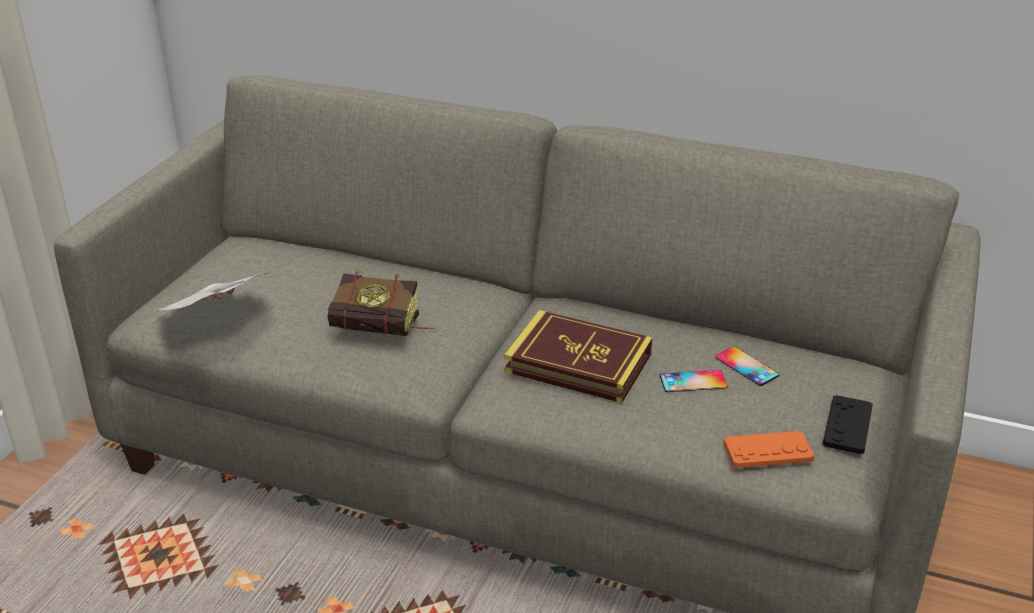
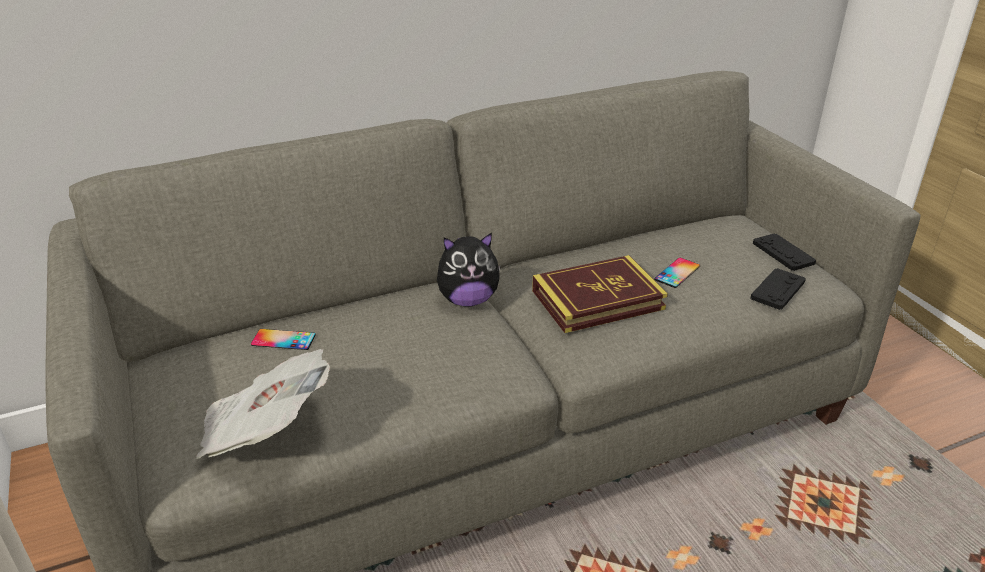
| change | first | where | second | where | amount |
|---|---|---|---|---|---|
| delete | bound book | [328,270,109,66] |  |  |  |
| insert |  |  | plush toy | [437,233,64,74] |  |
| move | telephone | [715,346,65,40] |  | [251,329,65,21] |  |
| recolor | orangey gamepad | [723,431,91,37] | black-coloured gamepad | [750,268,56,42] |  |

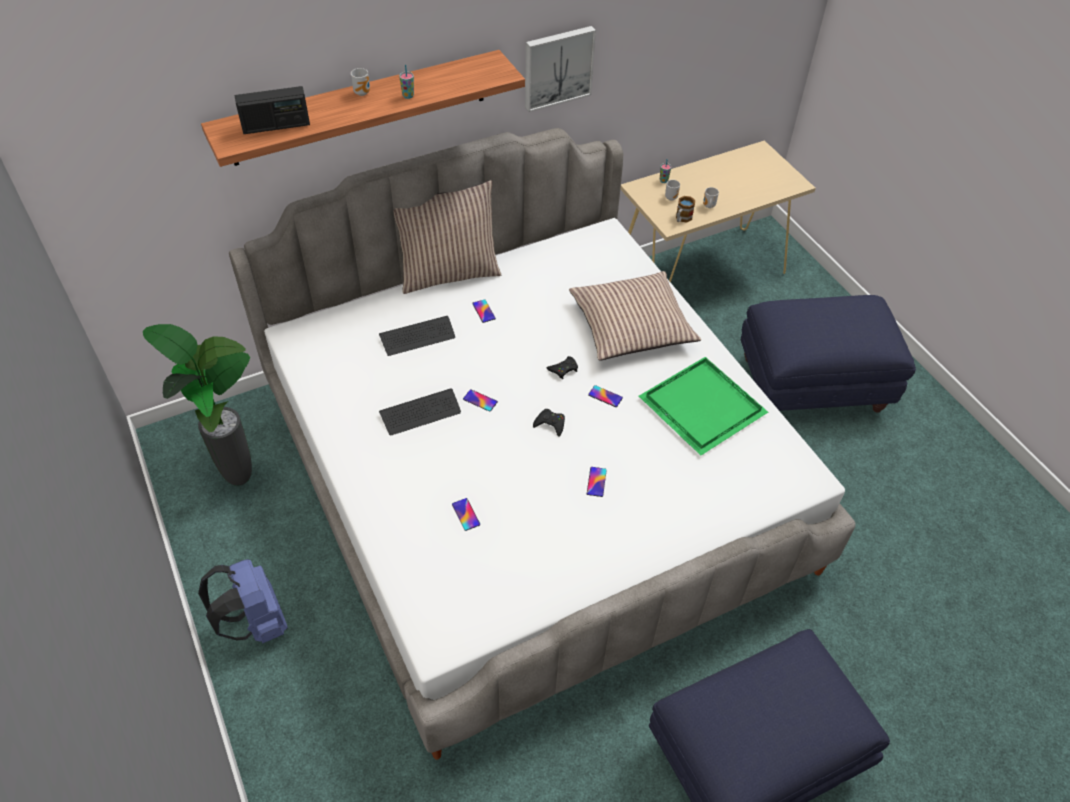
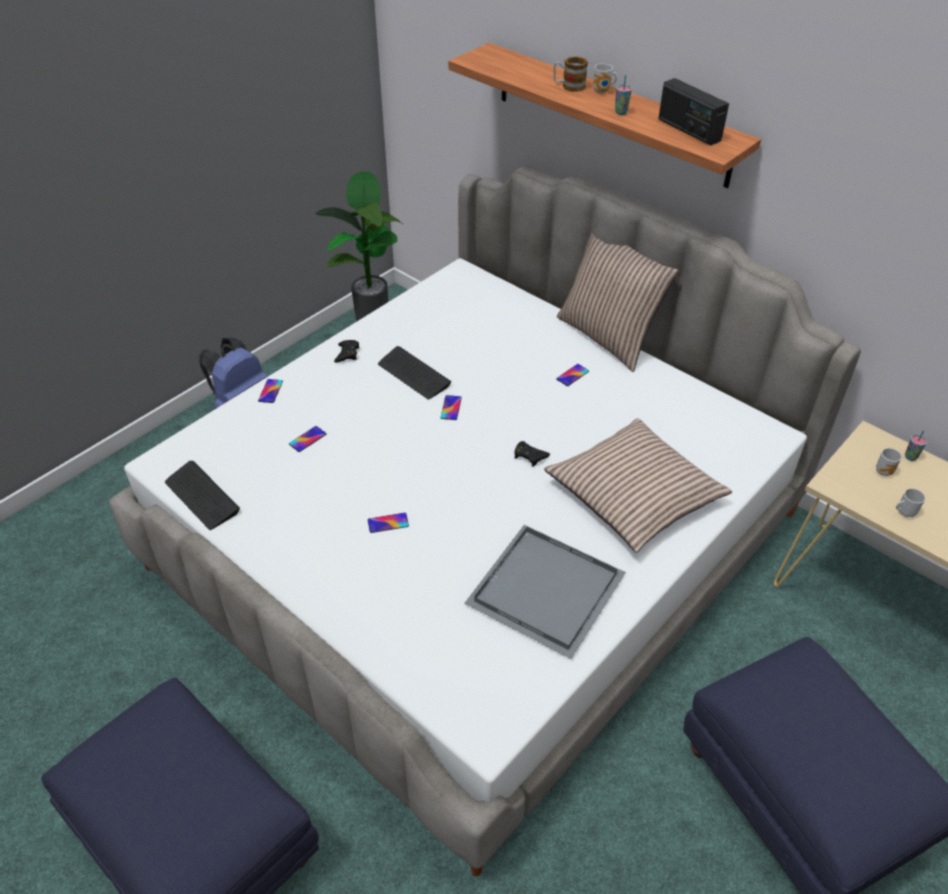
| change | first | where | second | where | amount |
|---|---|---|---|---|---|
| delete | wall picture | [525,26,71,86] |  |  |  |
| move | radio receiver | [235,86,75,48] |  | [658,78,71,68] |  |
| move | PC keyboard | [379,316,76,40] |  | [165,461,75,69] |  |
| move | black-coloured gamepad | [533,409,32,28] |  | [334,340,26,22] |  |
| move | telephone | [588,385,35,22] |  | [258,379,25,24] |  |
| move | mug | [676,196,19,26] |  | [554,57,34,35] |  |
| recolor | green-coloured serving tray | [639,357,129,99] | gray serving tray | [464,525,162,134] |  |

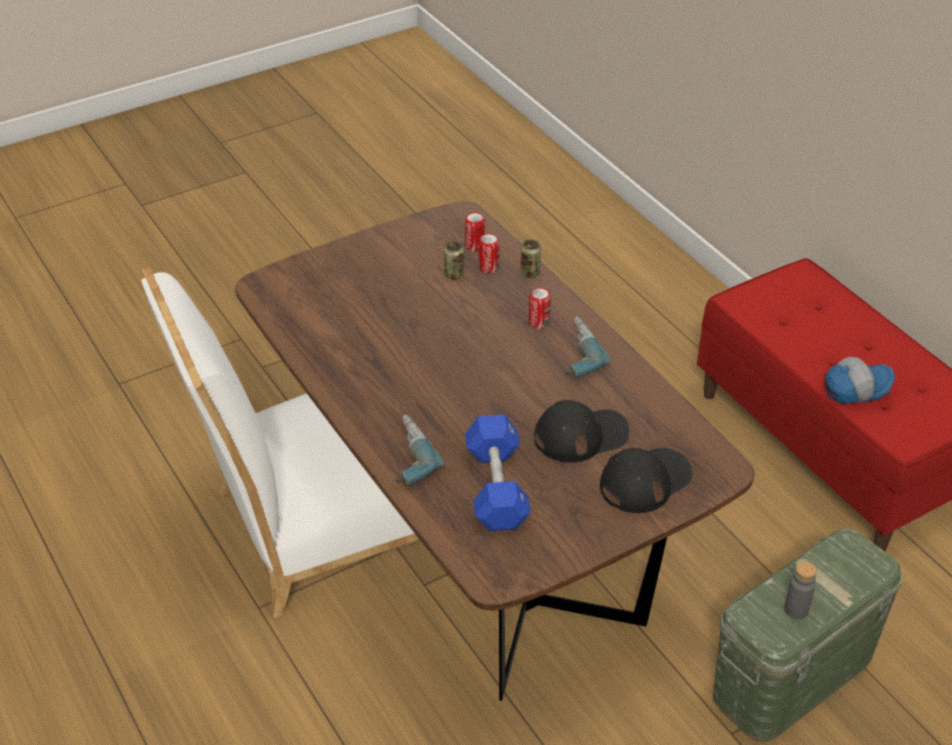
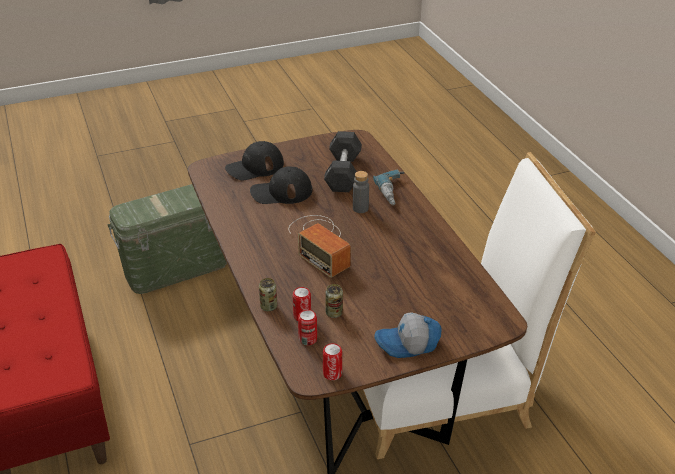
| change | first | where | second | where | amount |
|---|---|---|---|---|---|
| delete | electric drill | [564,317,46,60] |  |  |  |
| insert |  |  | radio receiver | [288,215,63,63] |  |
| move | can | [529,288,22,41] |  | [323,343,19,37] |  |
| move | gray drink bottle | [784,561,33,58] |  | [353,171,16,42] |  |
| move | baseball cap | [825,357,70,47] |  | [374,312,68,46] |  |
| recolor | bluish dumbbell | [465,415,66,116] | black-coloured dumbbell | [324,131,38,61] |  |

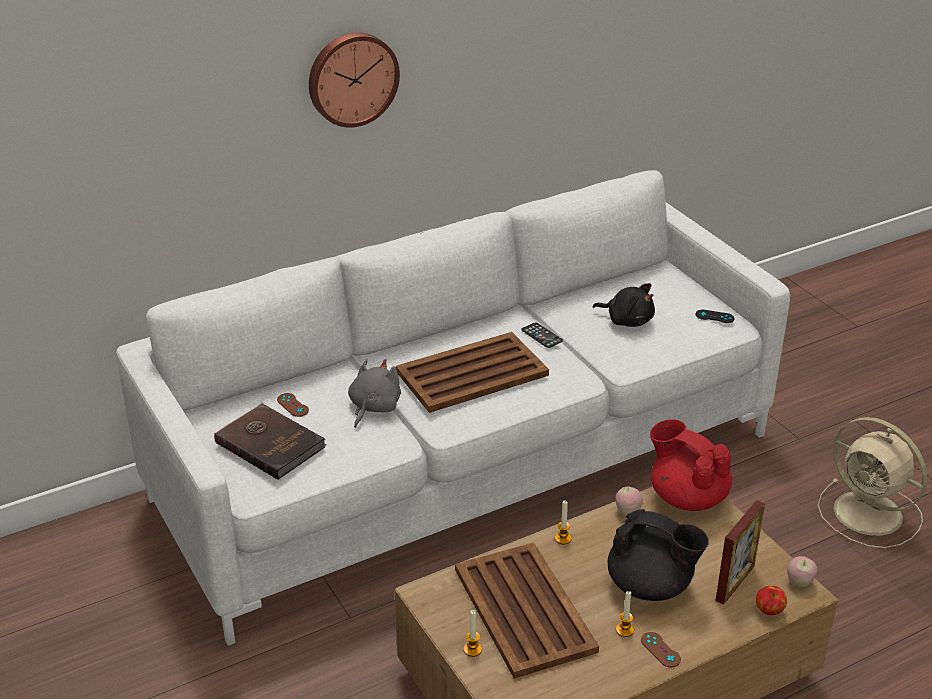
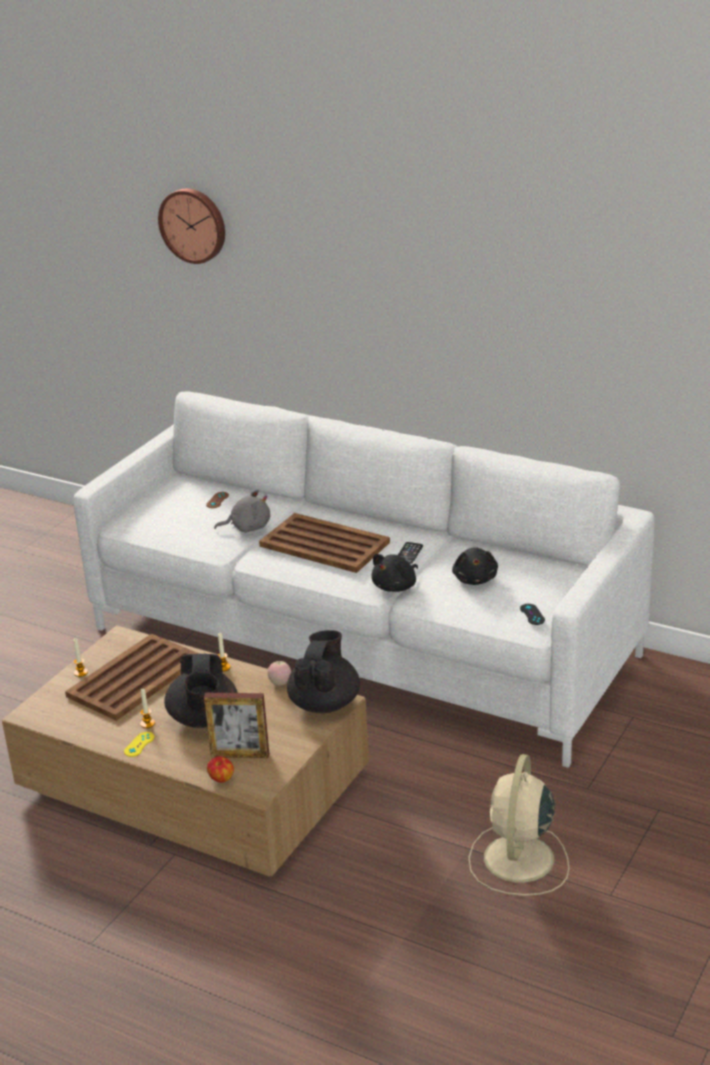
| change | first | where | second | where | amount |
|---|---|---|---|---|---|
| delete | brown bound book | [214,403,112,77] |  |  |  |
| delete | whole apple | [787,556,30,31] |  |  |  |
| insert |  |  | black-coloured plush toy | [371,554,47,38] |  |
| move | clock on the wall | [309,32,91,96] |  | [158,188,67,76] |  |
| recolor | brown gamepad | [641,632,40,35] | yellow gamepad | [124,732,30,25] |  |
| recolor | red tea pot | [650,419,82,92] | black-coloured tea pot | [287,630,73,83] |  |

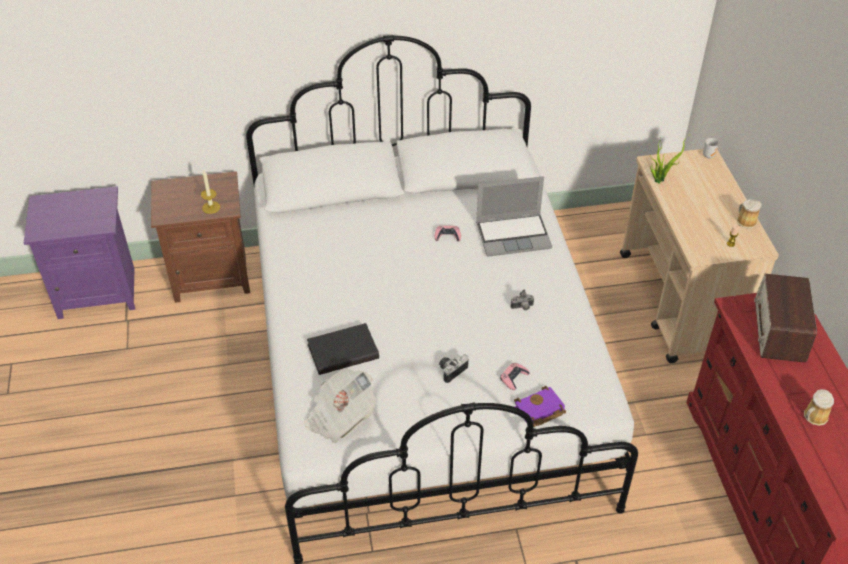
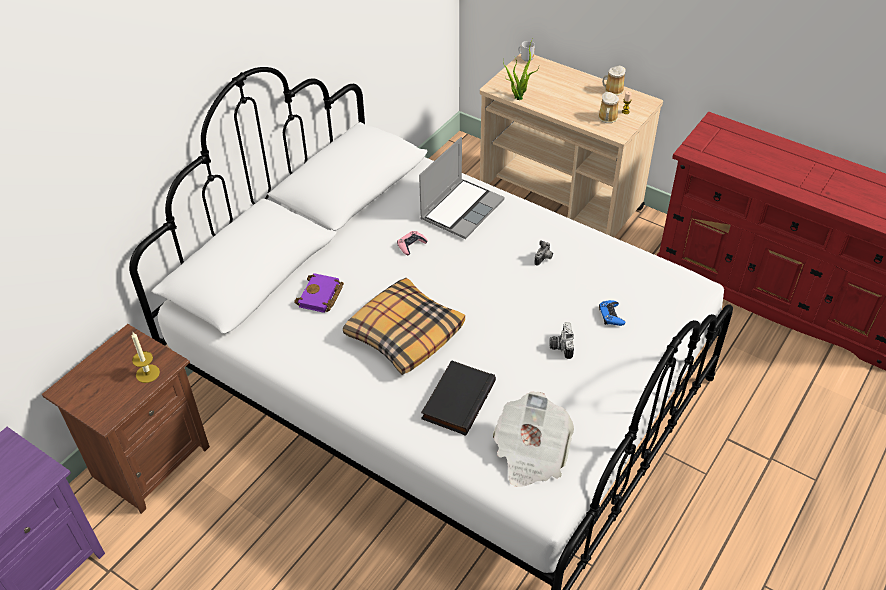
| change | first | where | second | where | amount |
|---|---|---|---|---|---|
| delete | radio receiver | [754,274,63,89] |  |  |  |
| insert |  |  | throw pillow | [343,278,122,97] |  |
| move | purplish bound book | [514,386,52,41] |  | [294,273,50,40] |  |
| move | mug | [804,389,30,37] |  | [598,92,21,31] |  |
| recolor | pinkish gamepad | [500,363,29,27] | bluish gamepad | [599,300,27,26] |  |

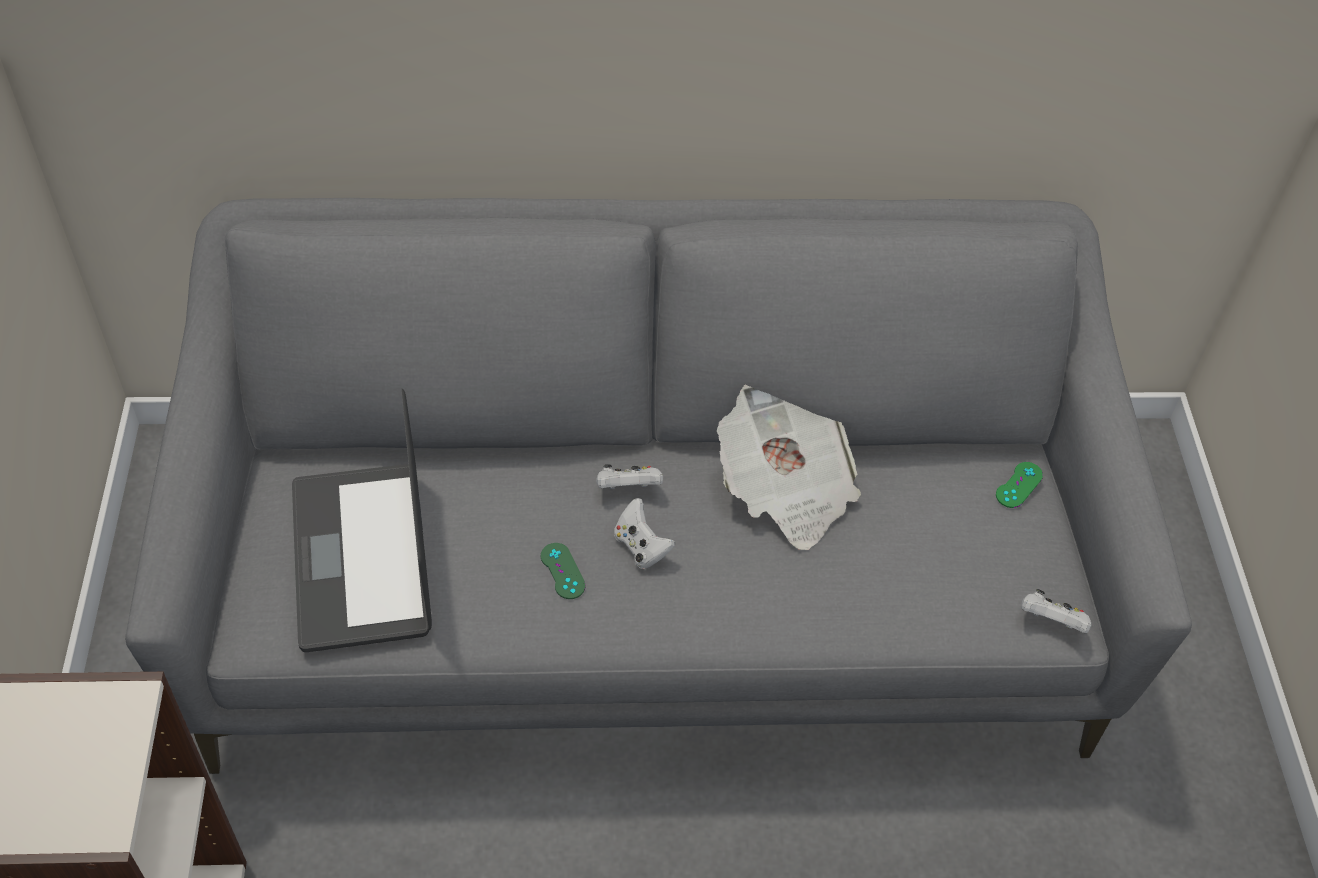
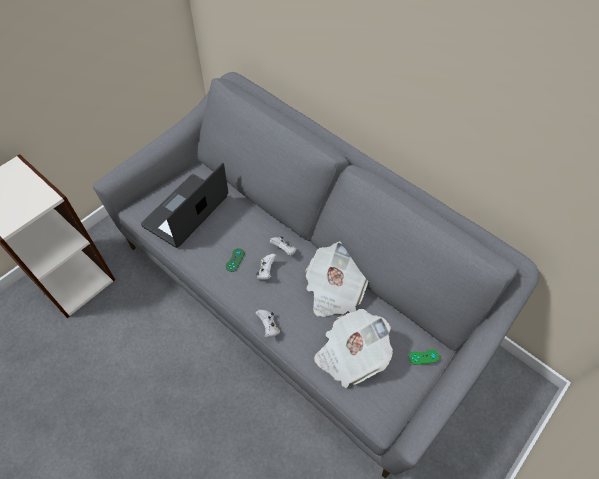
| change | first | where | second | where | amount |
|---|---|---|---|---|---|
| insert |  |  | daily paper | [314,309,79,79] |  |
| move | white gamepad | [1022,589,69,44] |  | [256,310,24,28] |  |

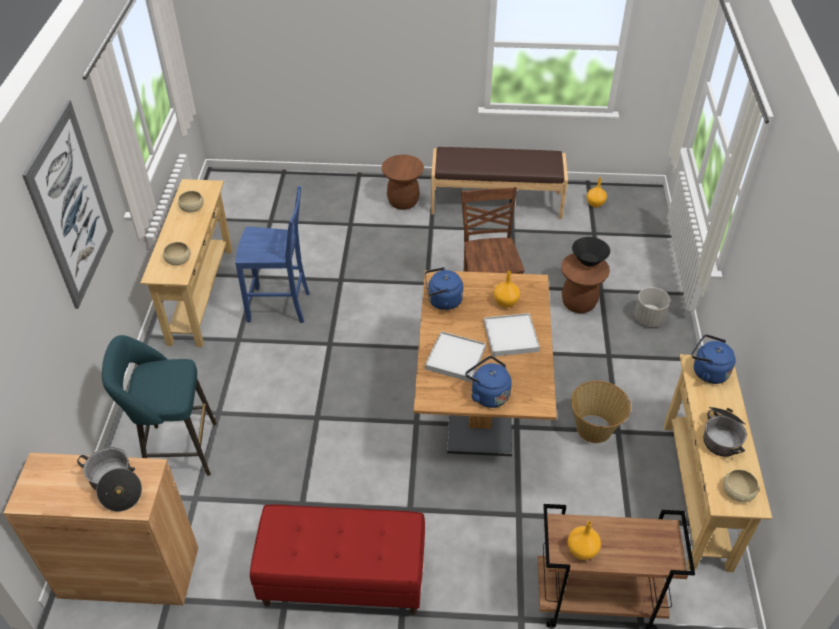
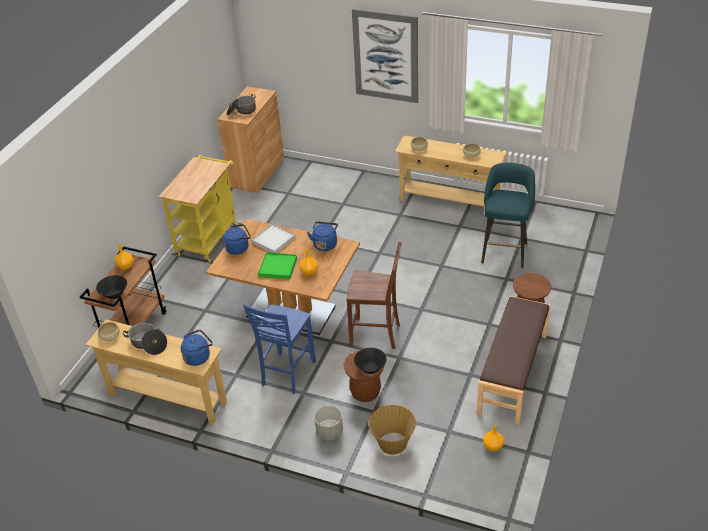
| change | first | where | second | where | amount |
|---|---|---|---|---|---|
| insert |  |  | black-coloured deep dish | [96,275,31,24] |  |
| move | turquoise stool seat | [102,335,115,141] |  | [481,163,54,105] |  |
| move | bluish plain chair | [235,186,75,137] |  | [243,304,73,90] |  |
| move | storage basket | [571,381,60,62] |  | [369,405,47,50] |  |
| replace | red long seat | [250,505,175,110] | yellow trolley | [159,155,79,108] |  |
| recolor | white serving tray | [484,313,56,44] | green-coloured serving tray | [258,252,39,27] |  |

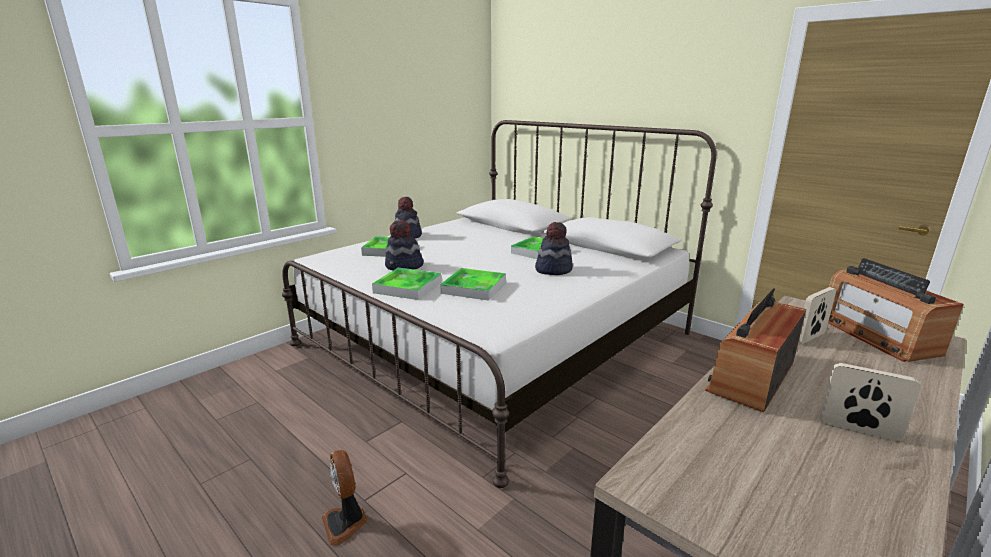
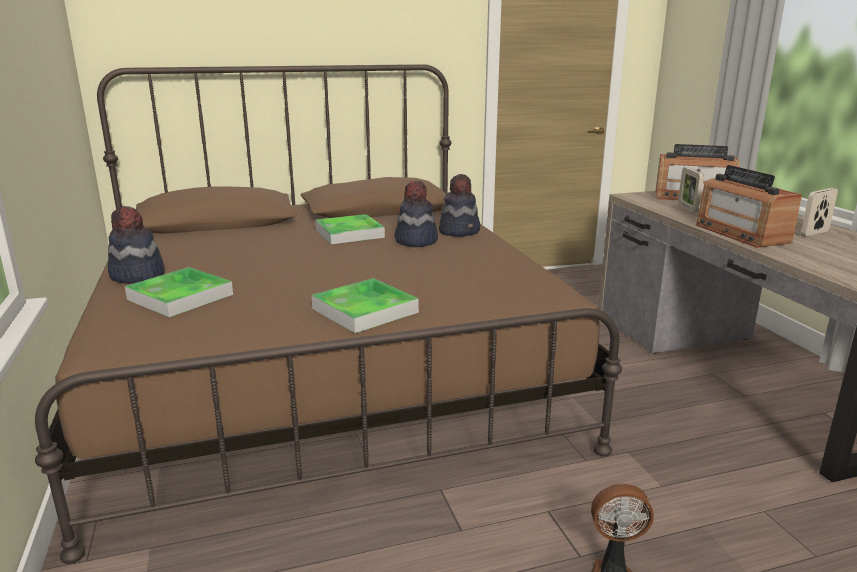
| change | first | where | second | where | amount |
|---|---|---|---|---|---|
| delete | serving tray | [440,268,66,33] |  |  |  |
| move | clothing hat | [385,220,39,51] |  | [439,174,41,63] |  |
| recolor | white bed | [282,120,435,368] | brown bed | [35,64,587,500] |  |

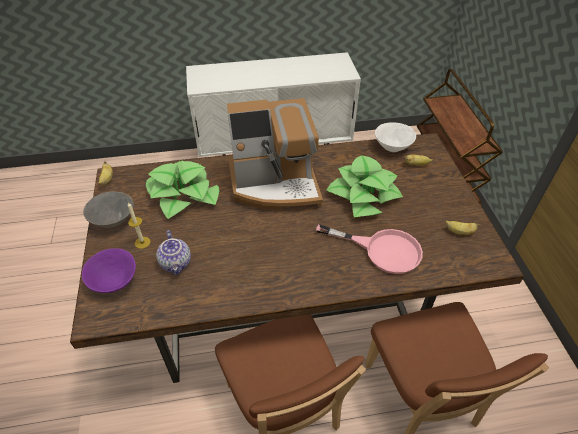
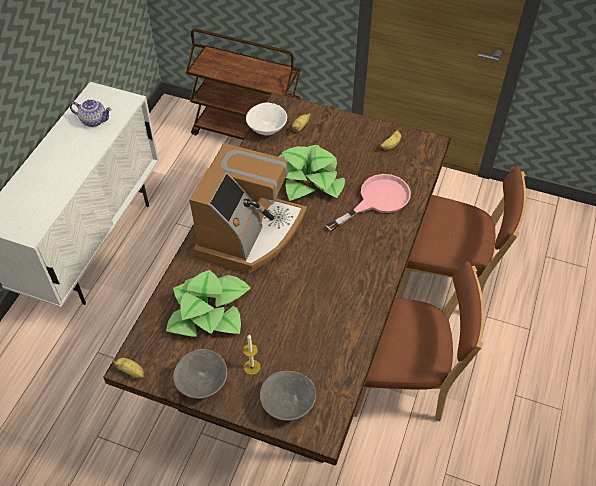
| change | first | where | second | where | amount |
|---|---|---|---|---|---|
| move | tea pot | [156,230,35,45] |  | [70,99,42,28] |  |
| recolor | purplish deep dish | [82,248,54,45] | gray deep dish | [260,371,56,50] |  |

